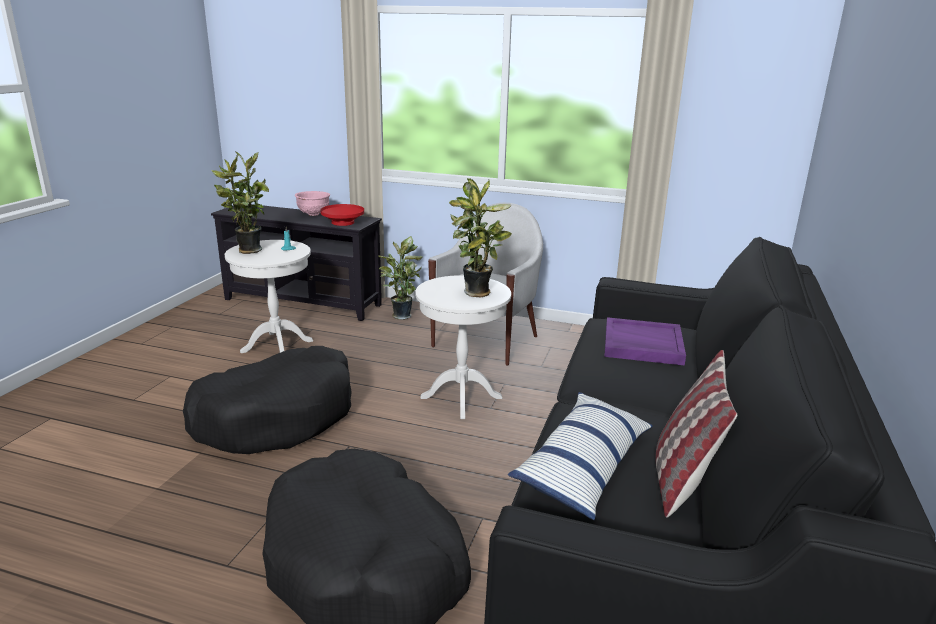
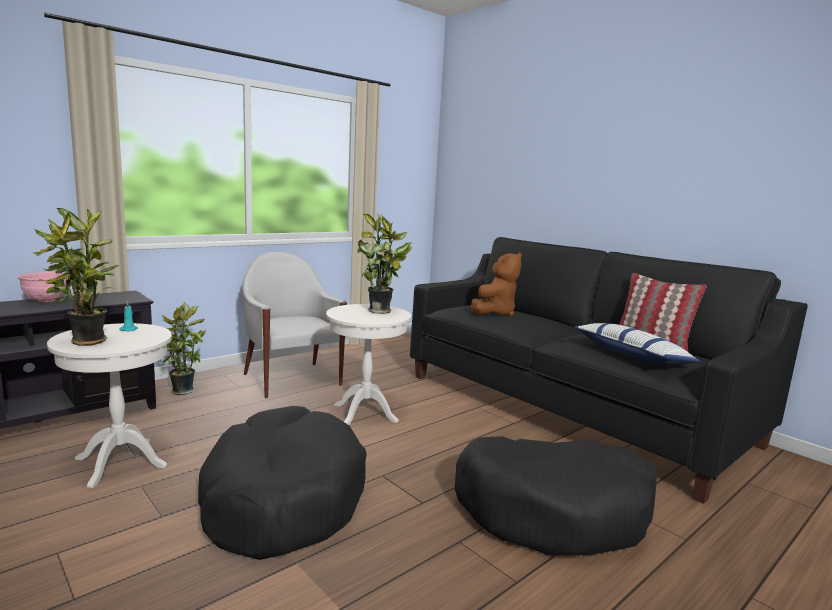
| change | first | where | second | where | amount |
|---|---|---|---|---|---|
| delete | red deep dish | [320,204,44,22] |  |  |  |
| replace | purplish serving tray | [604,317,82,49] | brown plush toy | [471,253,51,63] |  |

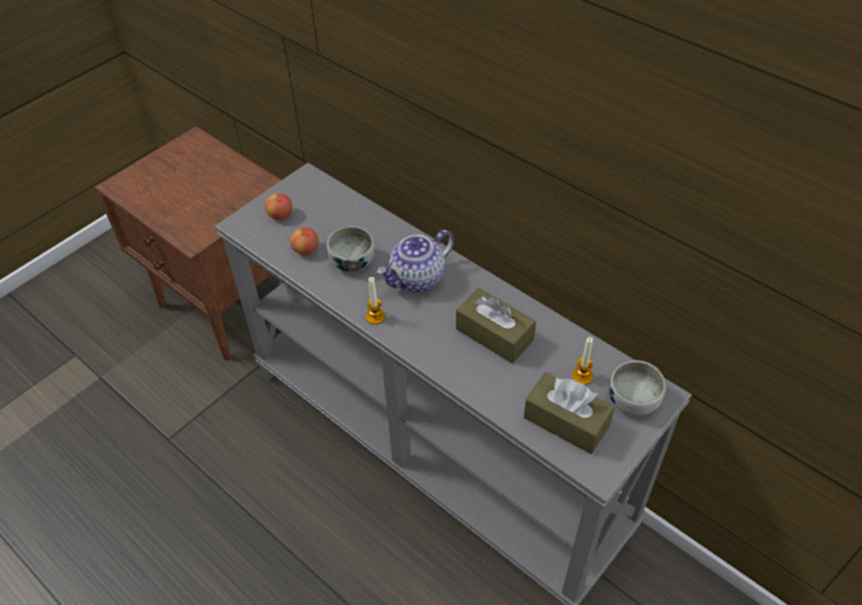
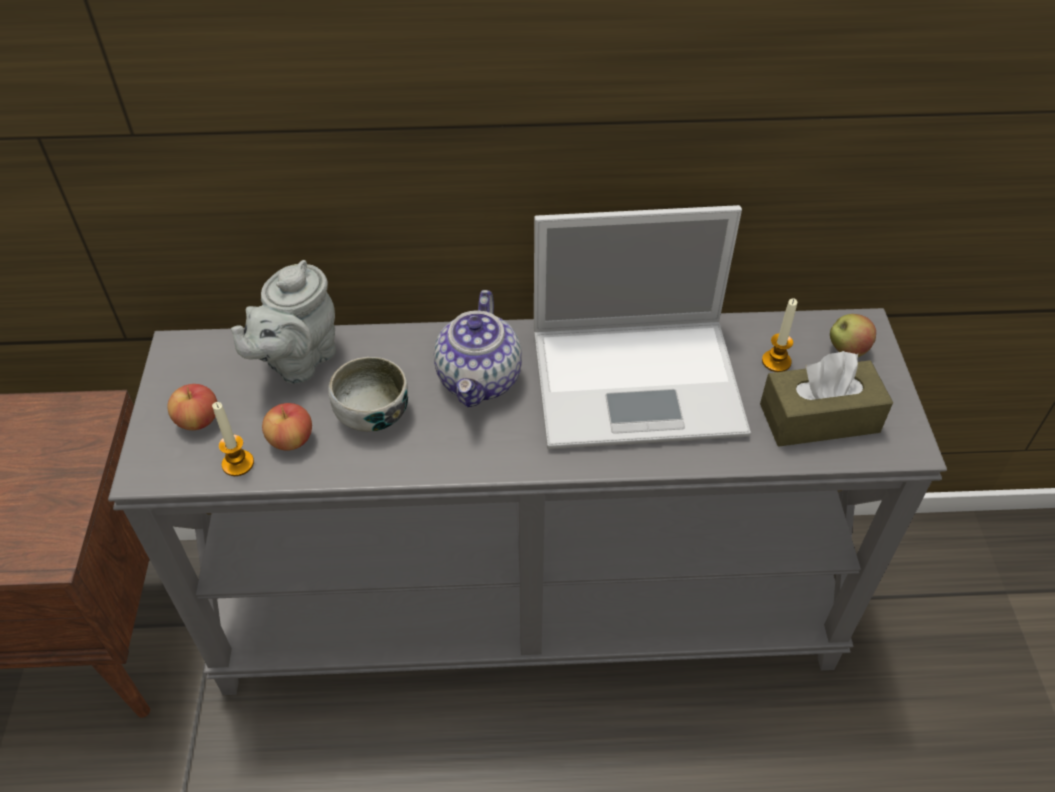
| change | first | where | second | where | amount |
|---|---|---|---|---|---|
| insert |  |  | gray tea pot | [231,260,105,124] |  |
| move | wax light | [366,277,19,47] |  | [212,402,42,74] |  |
| replace | brown tissue holder | [456,288,80,75] | portable computer | [534,205,217,244] |  |
| replace | deep dish | [609,360,57,56] | whole apple | [830,314,46,43] |  |

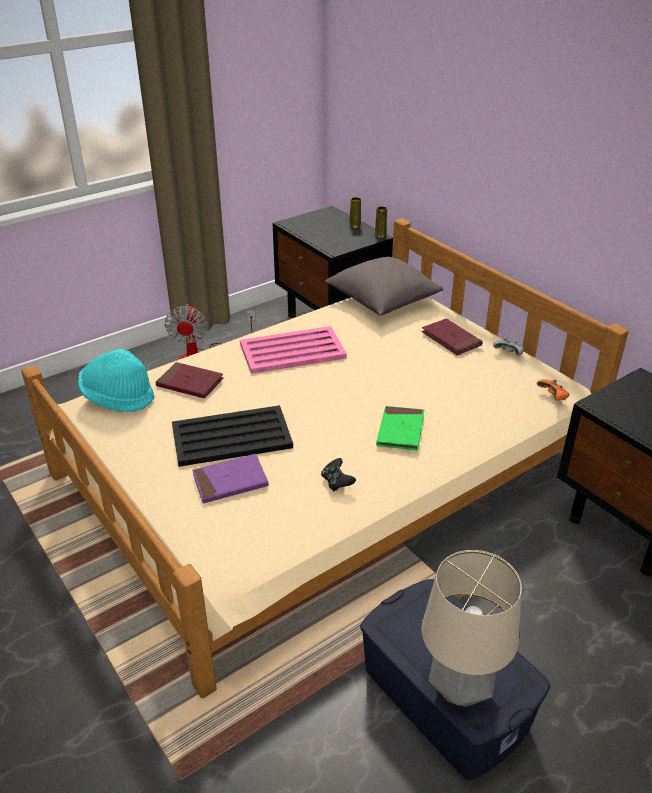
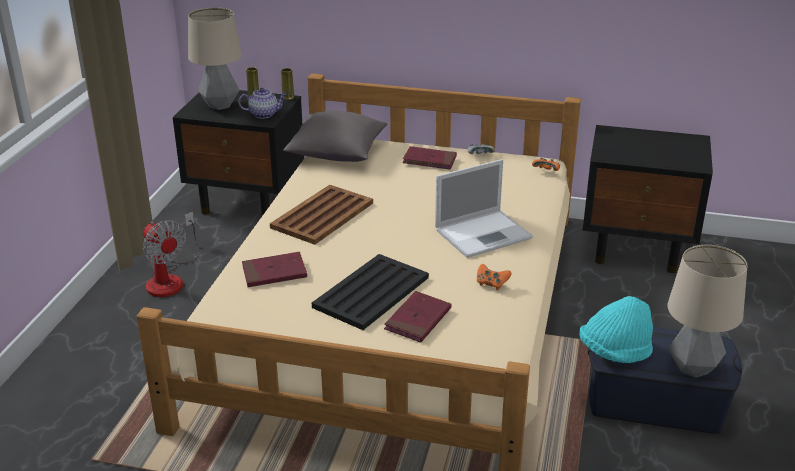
| change | first | where | second | where | amount |
|---|---|---|---|---|---|
| insert |  |  | lamp for a table | [188,7,54,103] |  |
| insert |  |  | tea pot | [238,88,48,30] |  |
| move | turquoise clothing hat | [78,349,77,63] |  | [580,296,73,67] |  |
| replace | green-coloured bound book | [376,406,48,44] | portable computer | [435,159,98,99] |  |
| recolor | purplish bound book | [192,454,77,49] | red bound book | [384,291,67,51] |  |
| recolor | pinkish serving tray | [240,326,107,48] | brown serving tray | [270,185,103,60] |  |
| recolor | black-coloured gamepad | [321,458,35,34] | orangey gamepad | [477,264,34,26] |  |

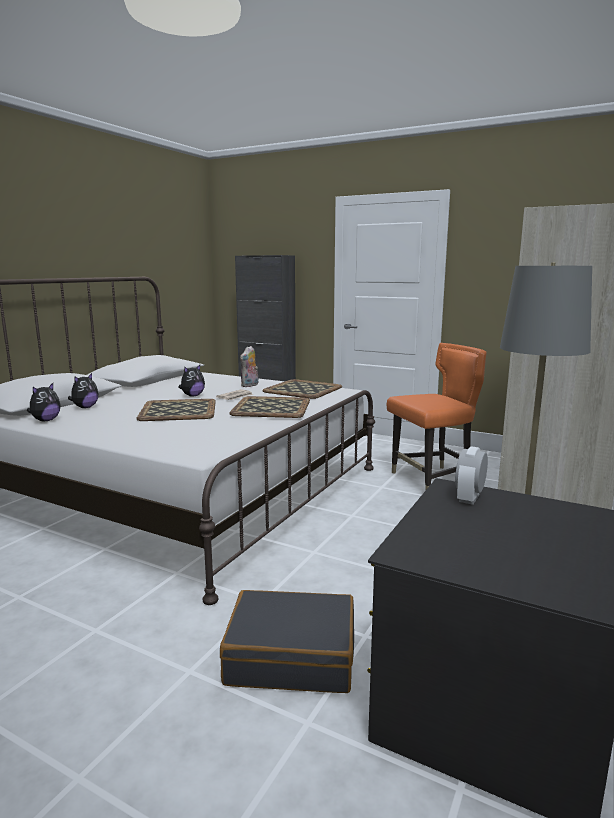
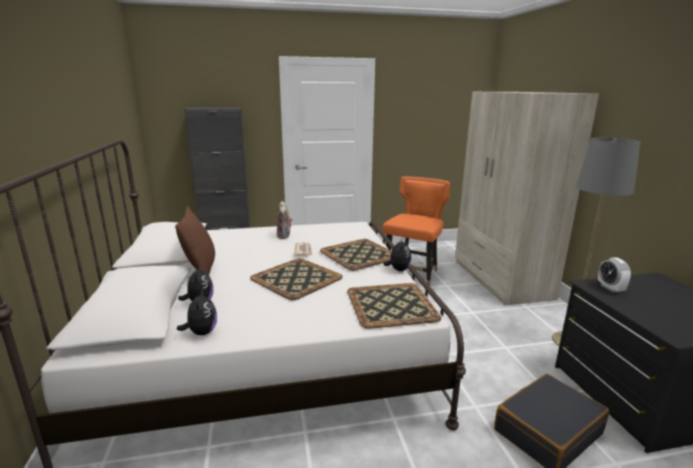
| change | first | where | second | where | amount |
|---|---|---|---|---|---|
| insert |  |  | brown throw pillow | [175,206,40,69] |  |
| move | plush toy | [179,365,26,32] |  | [383,238,28,33] |  |
| move | serving tray | [263,379,79,20] |  | [347,283,94,46] |  |

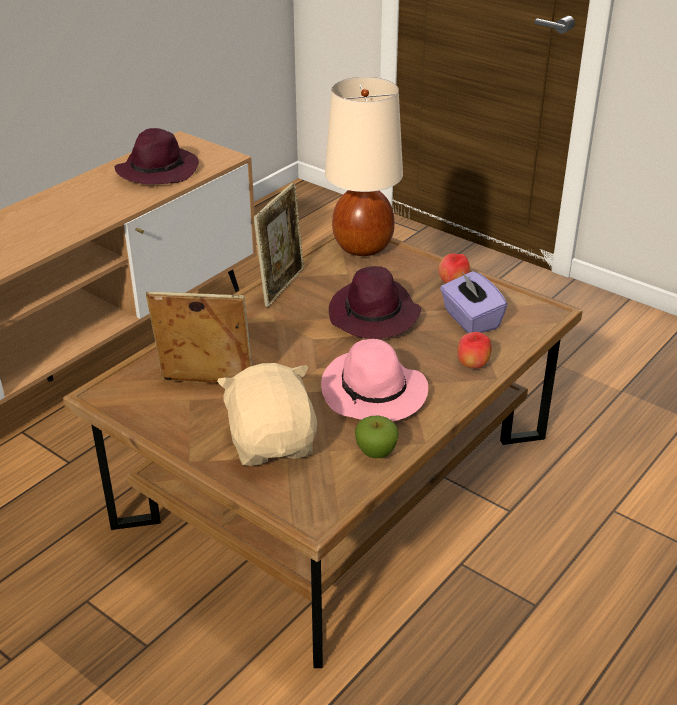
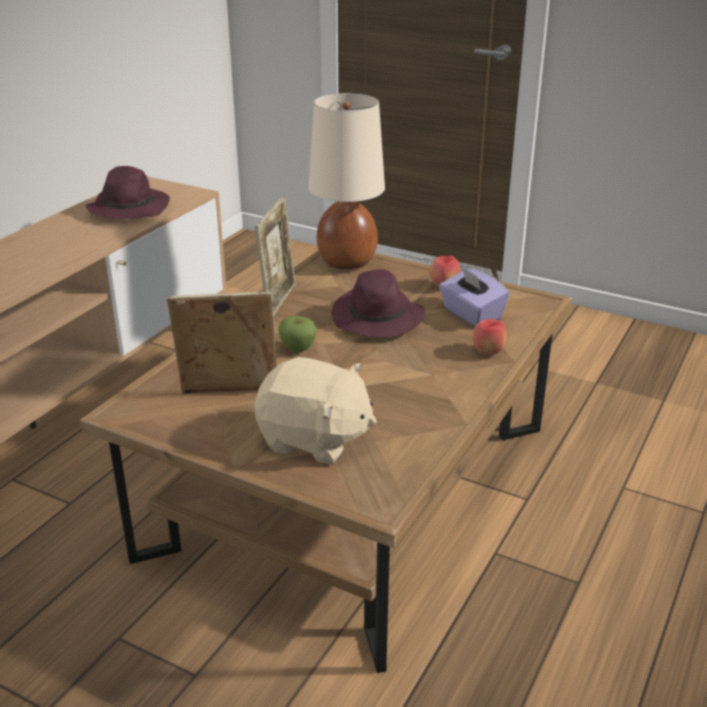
| change | first | where | second | where | amount |
|---|---|---|---|---|---|
| delete | pinkish clothing hat | [321,339,107,82] |  |  |  |
| move | whole apple | [355,415,44,43] |  | [278,316,39,37] |  |
| rotate | sand-coloured plush toy | [217,363,100,103] |  | [254,357,123,107] | 135 degrees clockwise |

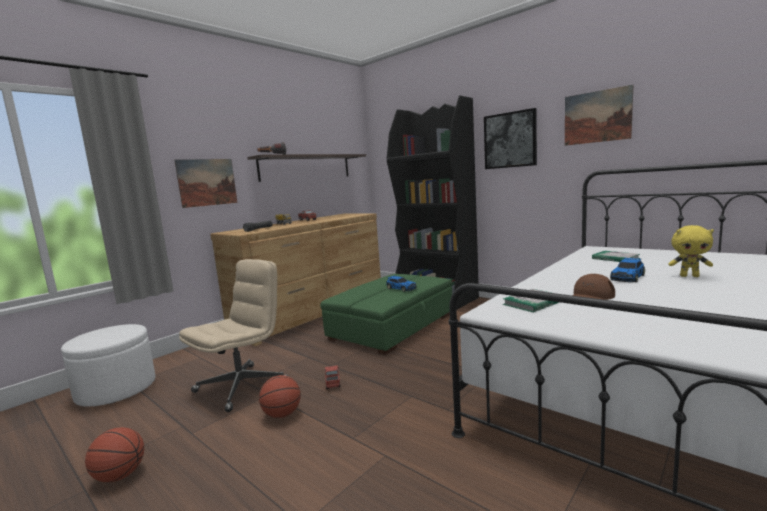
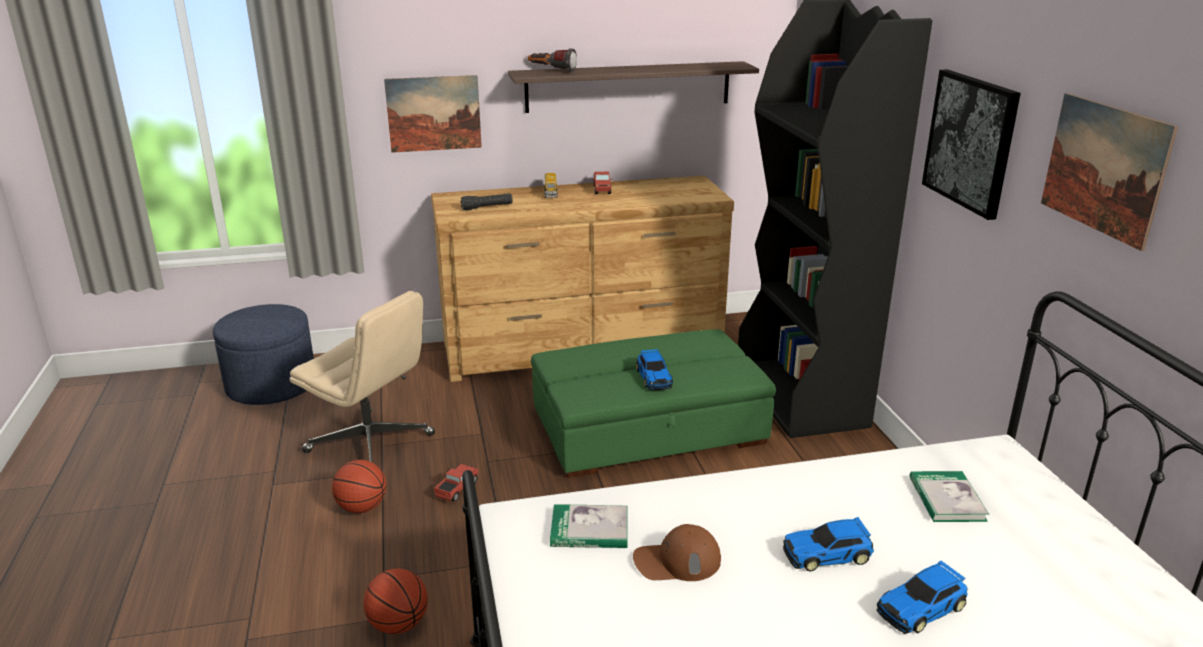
| change | first | where | second | where | amount |
|---|---|---|---|---|---|
| move | basketball ball | [85,427,59,55] |  | [363,568,65,66] |  |
| replace | yellow plush toy | [668,225,46,52] | model car | [876,560,92,74] |  |
| recolor | white ottoman | [61,324,95,83] | bluish ottoman | [213,304,101,101] |  |
| rotate | sand-coloured desk chair | [179,259,110,153] |  | [290,291,145,172] | 45 degrees clockwise |

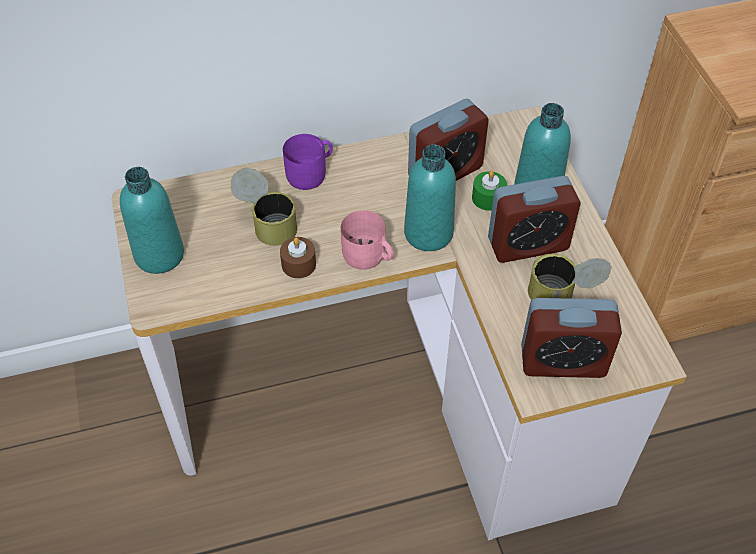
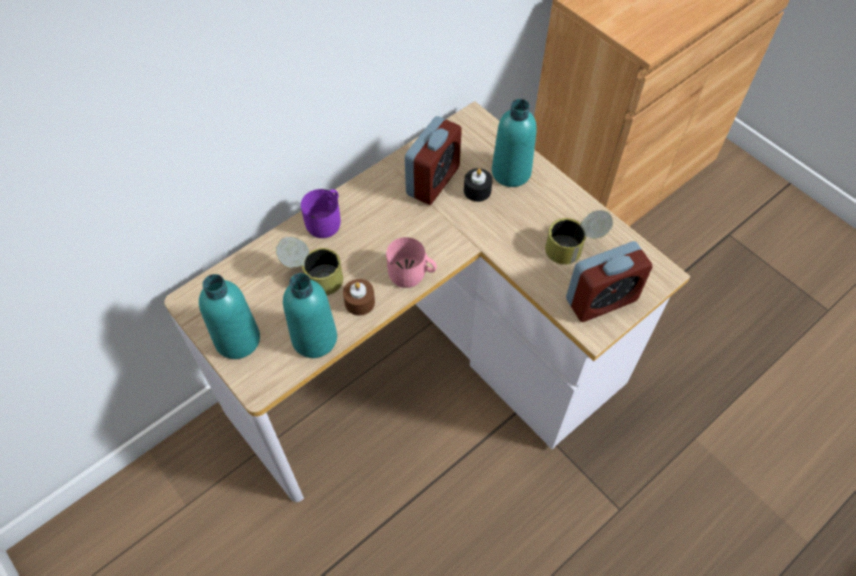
| change | first | where | second | where | amount |
|---|---|---|---|---|---|
| delete | bedside clock | [488,176,93,87] |  |  |  |
| move | turquoise drink bottle | [404,145,52,106] |  | [283,273,54,85] |  |
| recolor | green-coloured wax light | [472,171,35,40] | black-coloured wax light | [464,168,29,34] |  |

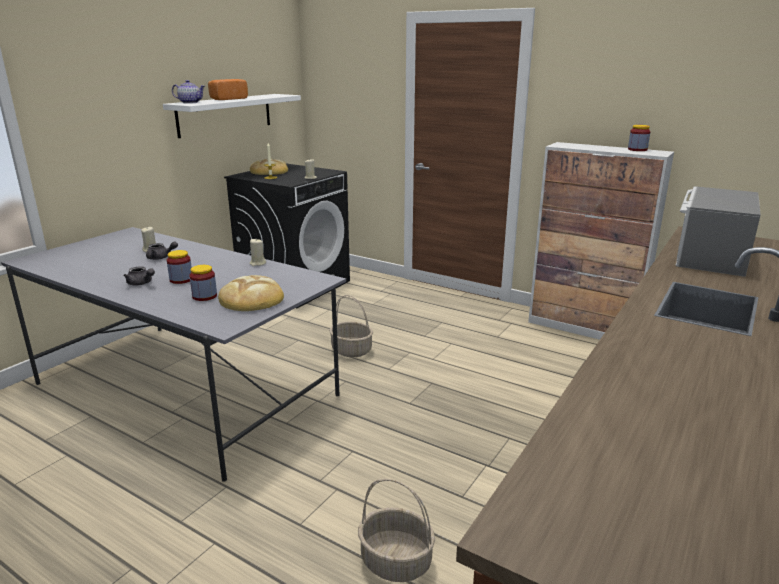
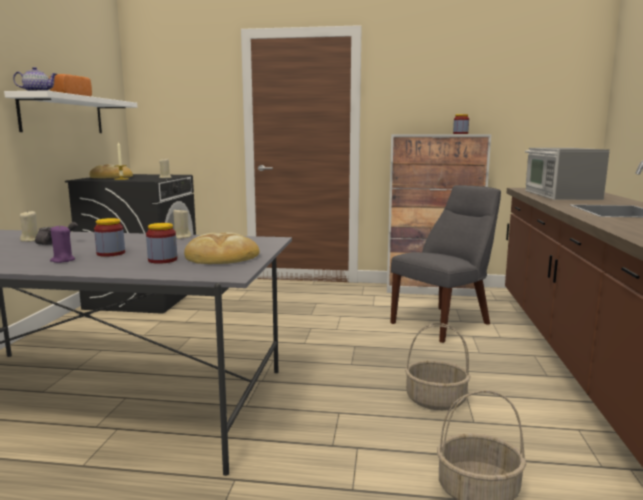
| change | first | where | second | where | amount |
|---|---|---|---|---|---|
| insert |  |  | gray plain chair | [390,185,111,158] |  |
| move | storage basket | [329,295,44,62] |  | [405,323,66,87] |  |
| replace | gray tea pot | [124,266,31,20] | purplish wax light | [50,225,25,38] |  |

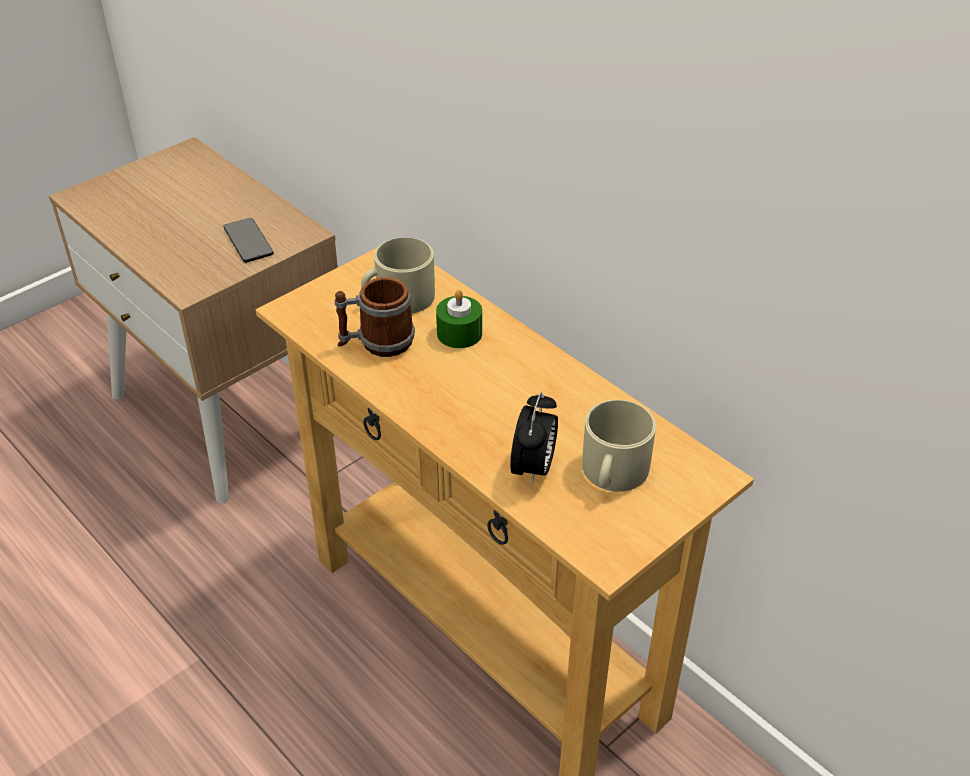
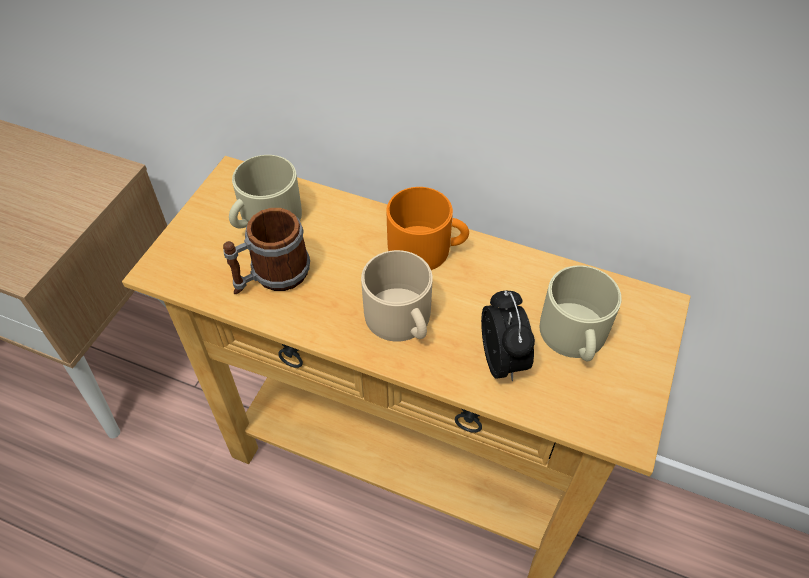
| change | first | where | second | where | amount |
|---|---|---|---|---|---|
| delete | telephone | [223,218,51,45] |  |  |  |
| delete | green-coloured wax light | [436,290,46,58] |  |  |  |
| insert |  |  | sand-coloured mug | [361,250,72,92] |  |
| insert |  |  | orangey mug | [386,187,83,83] |  |

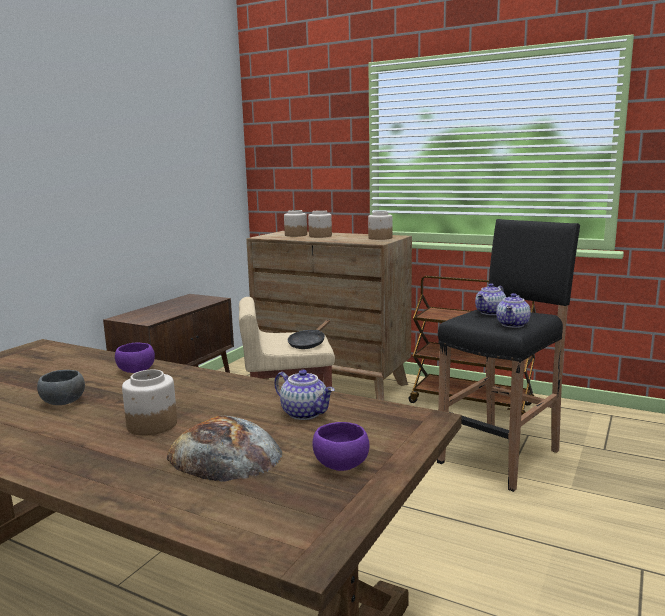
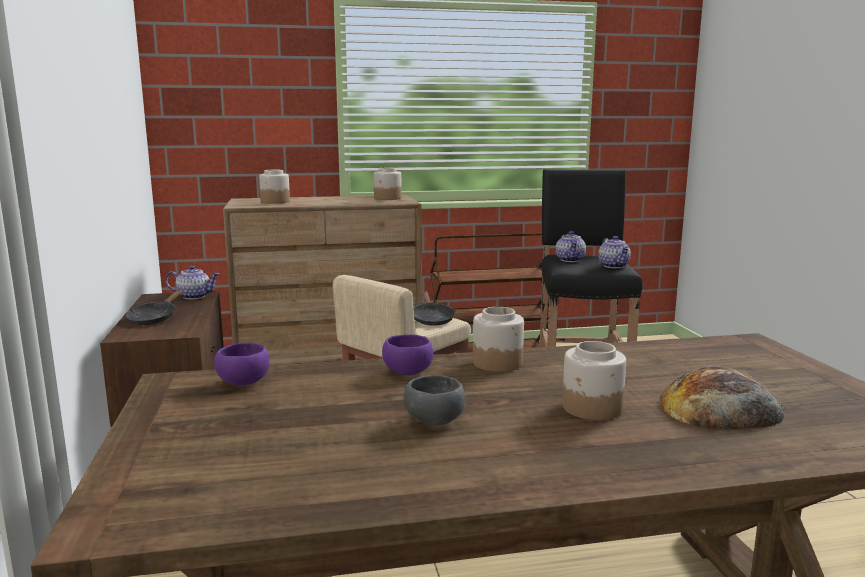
| change | first | where | second | where | amount |
|---|---|---|---|---|---|
| insert |  |  | black-coloured skillet | [126,289,57,36] |  |
| move | tea pot | [274,369,61,51] |  | [165,265,55,35] |  |
| move | jar | [308,210,24,28] |  | [473,307,51,65] |  |
| move | purplish deep dish | [313,422,56,49] |  | [214,343,56,42] |  |

